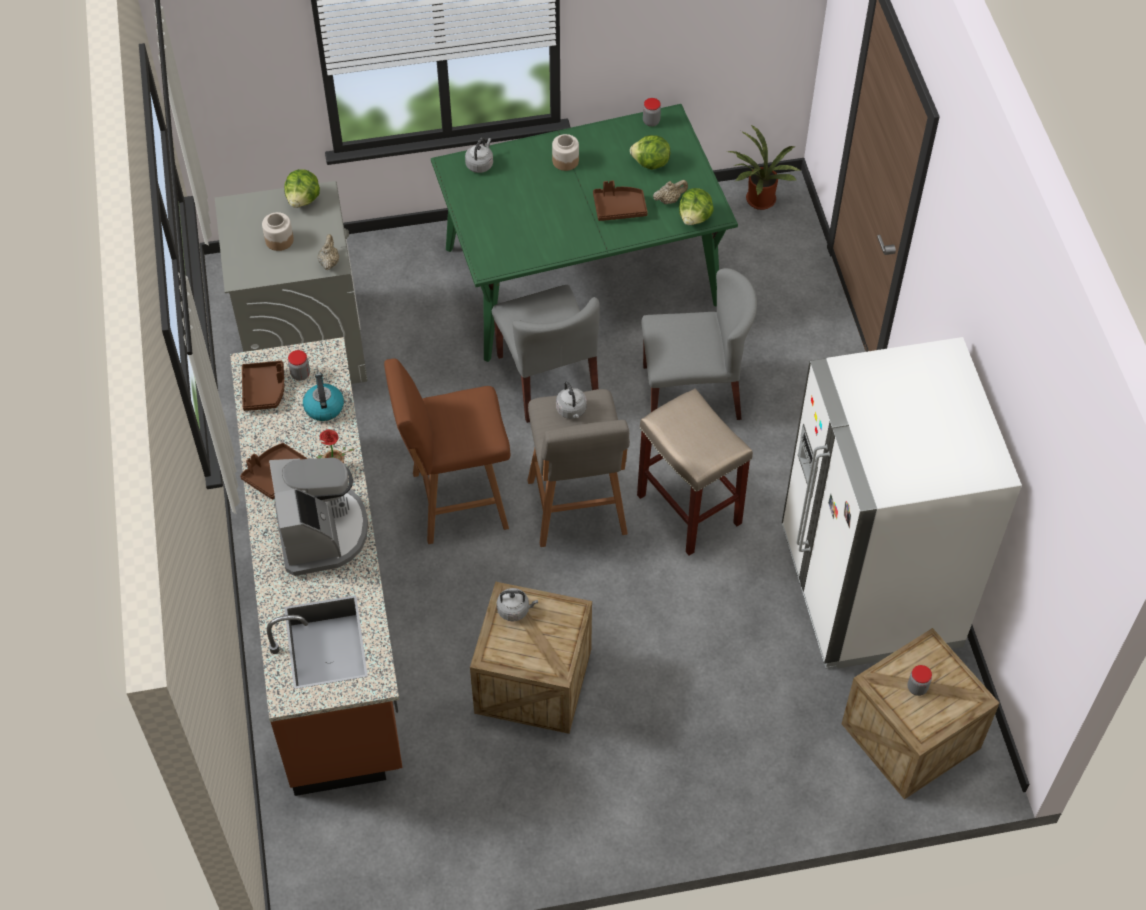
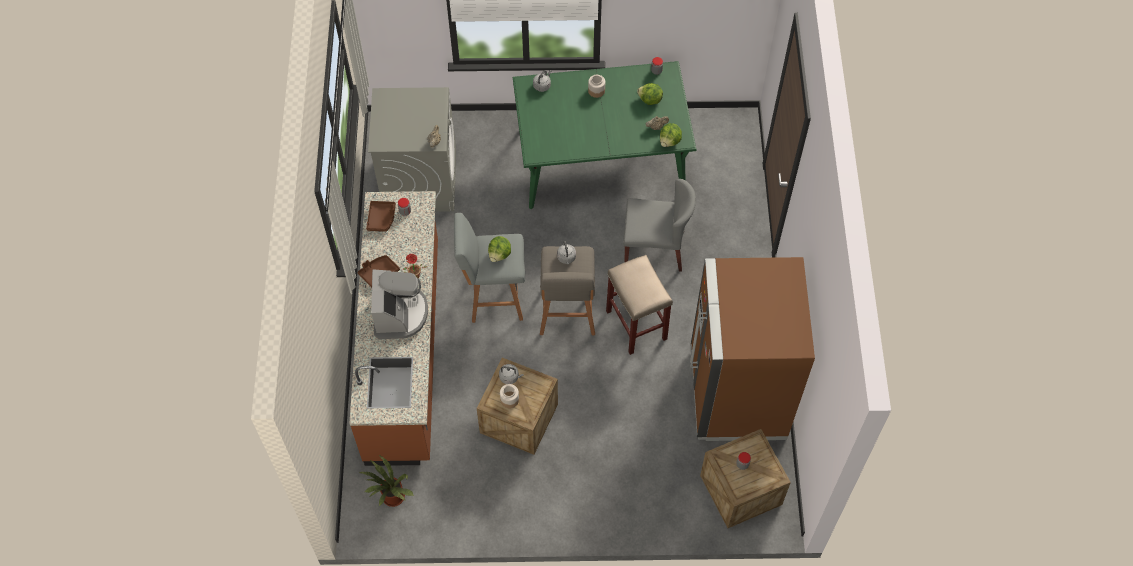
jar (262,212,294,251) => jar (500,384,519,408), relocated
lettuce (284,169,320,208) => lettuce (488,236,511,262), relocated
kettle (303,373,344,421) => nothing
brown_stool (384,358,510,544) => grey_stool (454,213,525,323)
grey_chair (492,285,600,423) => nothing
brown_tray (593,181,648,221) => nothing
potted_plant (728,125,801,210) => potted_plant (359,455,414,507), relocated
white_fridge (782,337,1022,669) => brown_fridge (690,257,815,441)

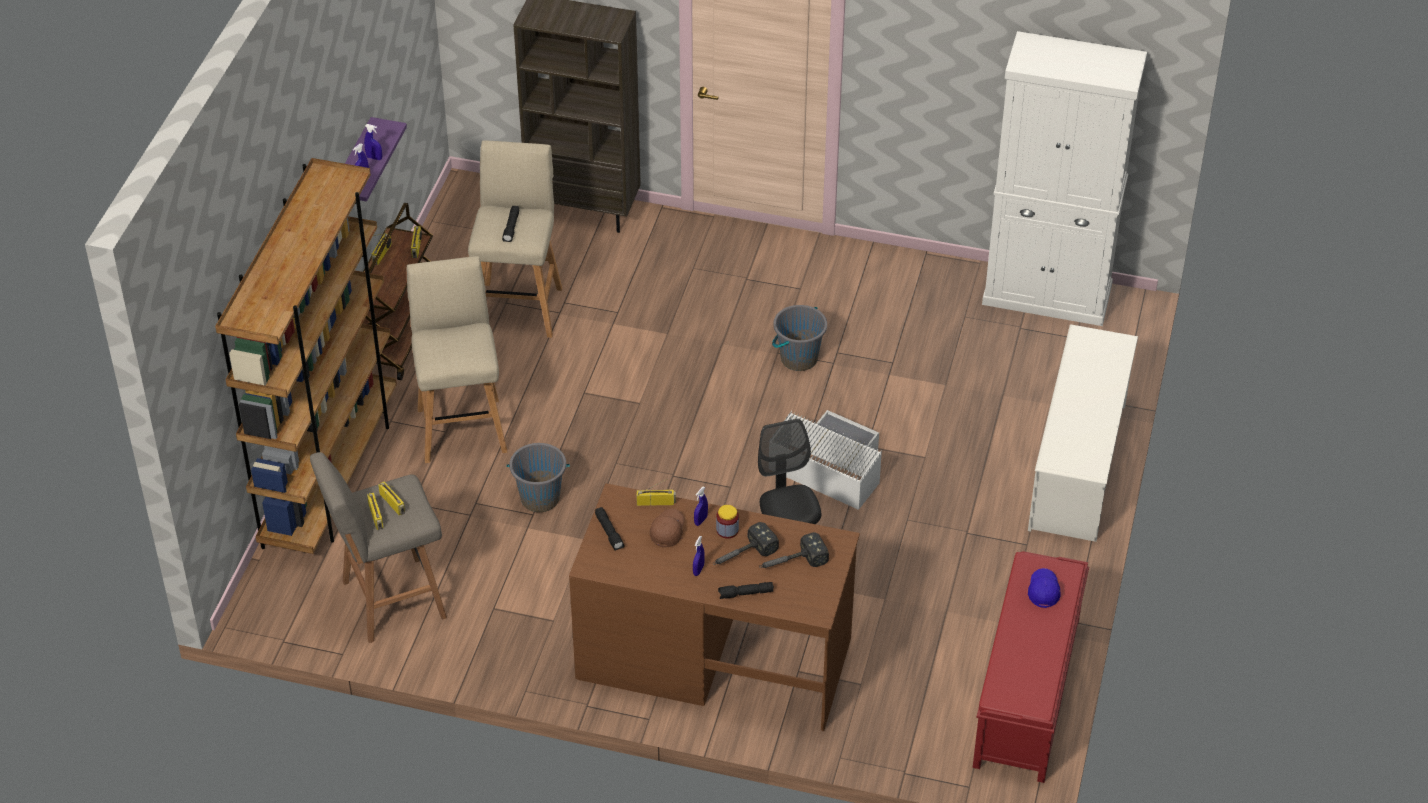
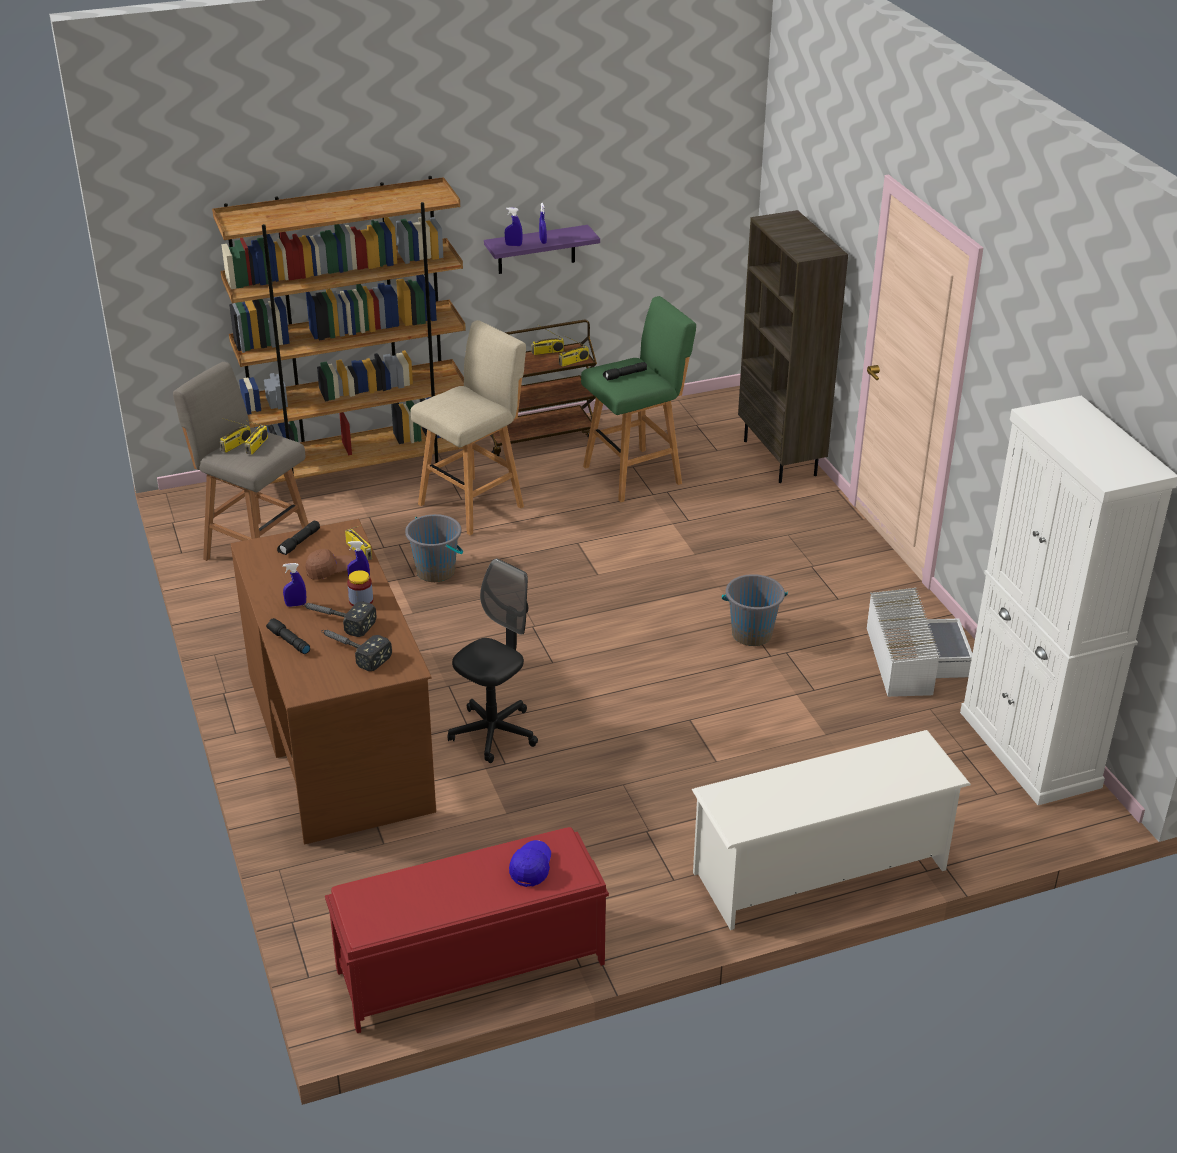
beige_stool (468,141,562,338) => green_stool (581,296,696,502)
white_storage_box (784,410,882,510) => white_storage_box (867,588,973,697), relocated
blue_cap (1028,568,1061,608) => blue_cap (509,840,551,887), 45 degrees counterclockwise

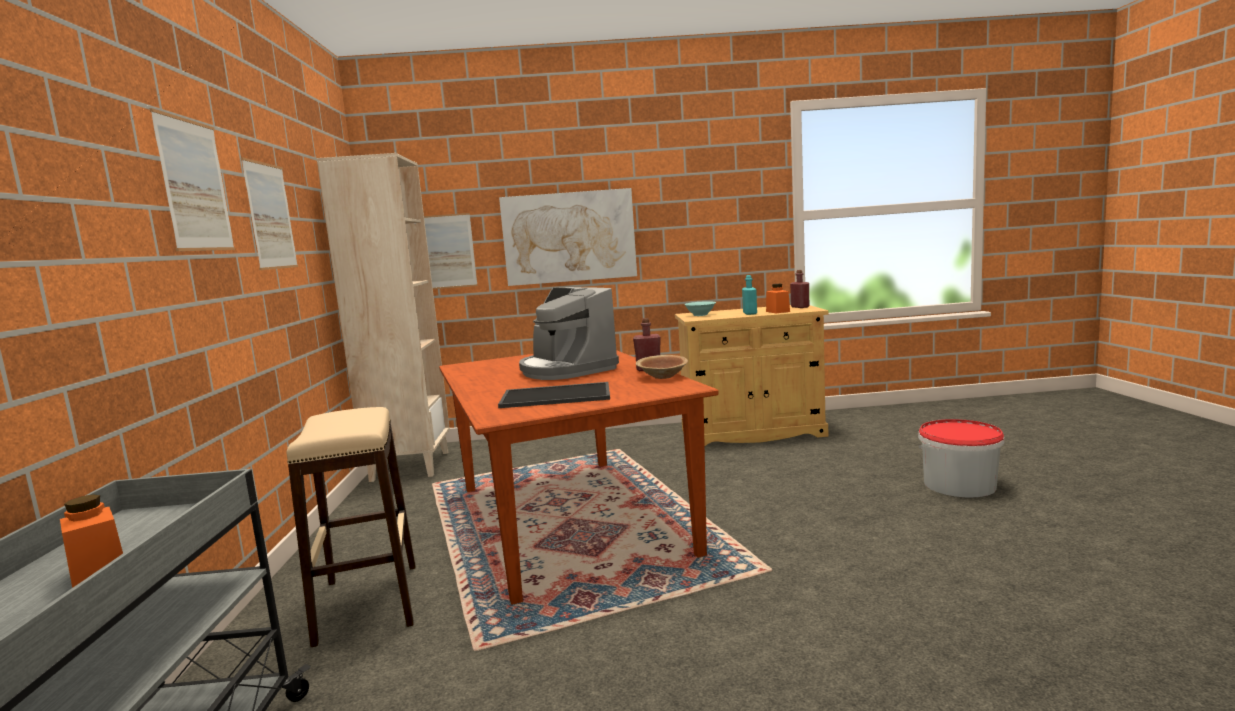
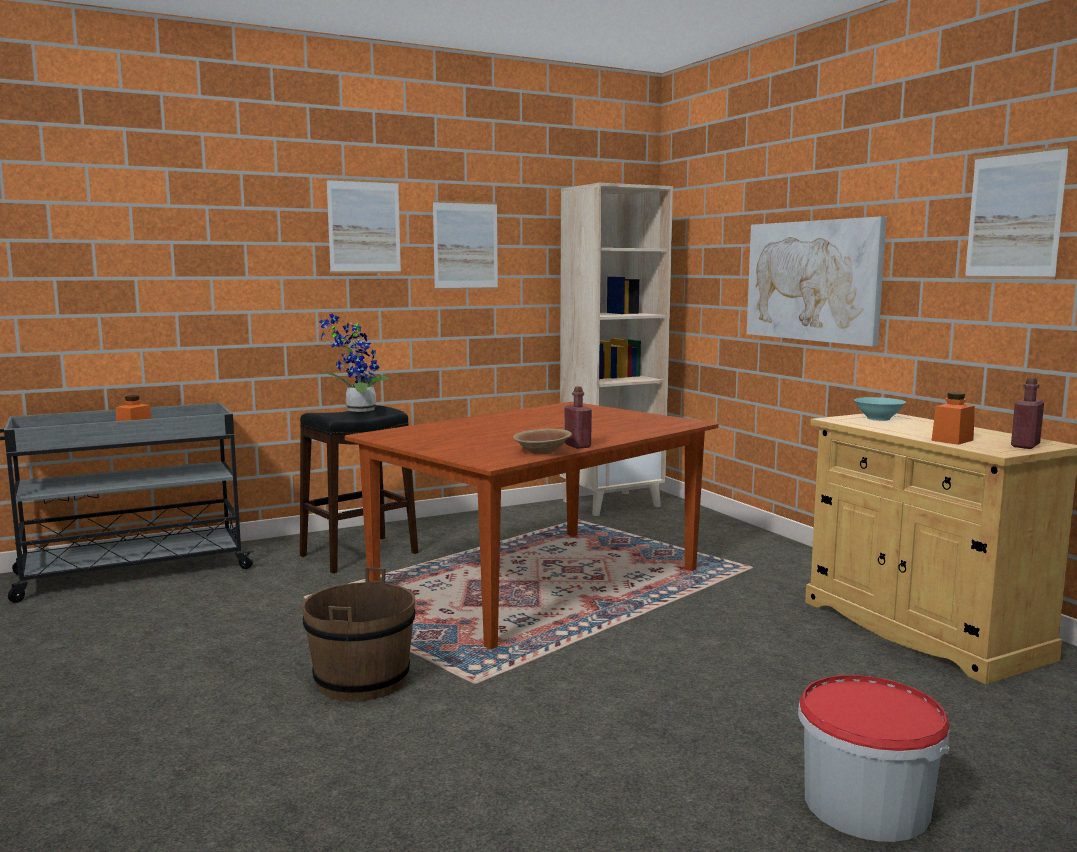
beige_stool (286,407,416,647) => black_stool (300,405,418,573)
picture (424,213,478,289) => picture (965,145,1069,279), relocated
tray (498,382,610,408) => nothing
coffee_machine (519,287,619,380) => nothing
turquoise_bottle (742,275,757,315) => nothing
nothing => brown_bucket (302,568,416,702)
nothing => potted_plant (317,313,390,412)

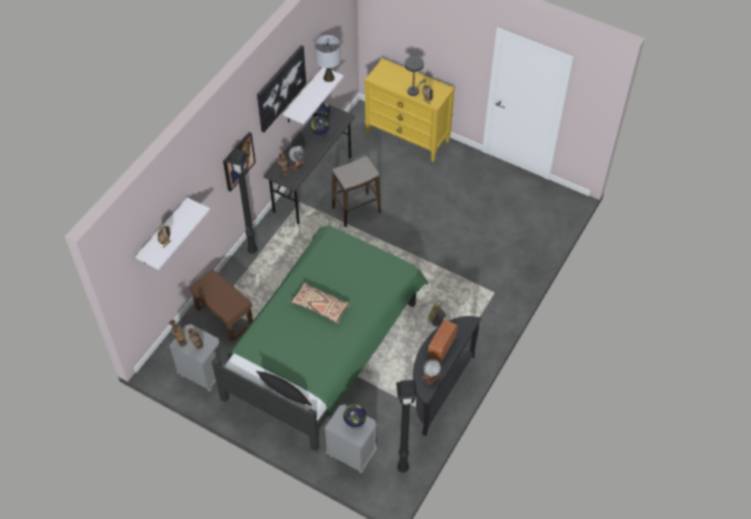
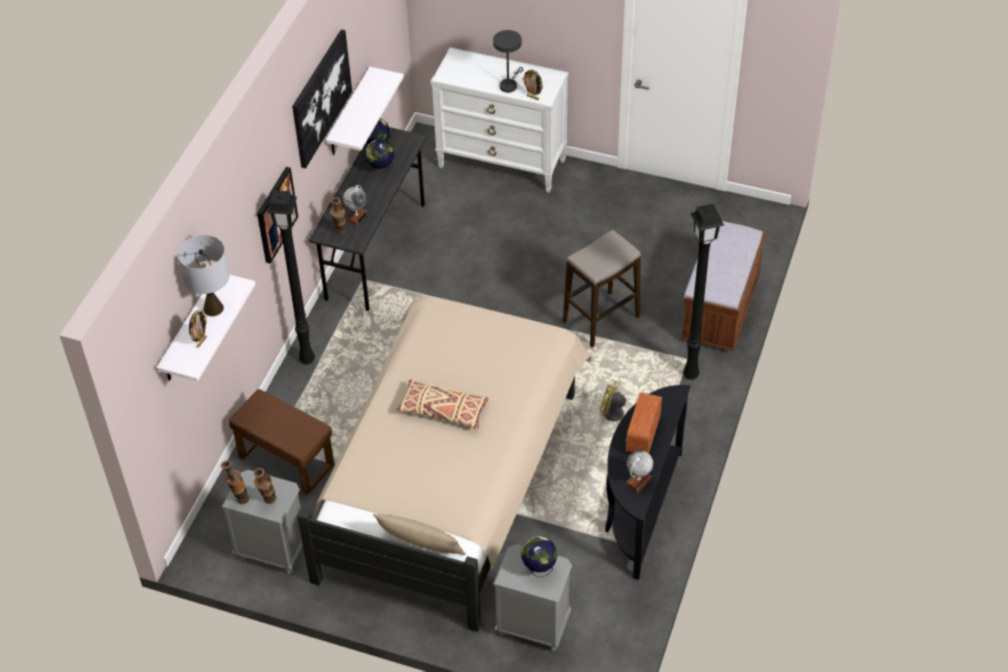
green_bed (212,226,429,451) => beige_bed (297,295,592,632)
black_pillow (256,371,312,406) => beige_pillow (373,514,466,555)
grey_table_lamp (314,35,341,82) => grey_table_lamp (177,235,230,316), relocated
stool (332,156,381,227) => stool (563,230,641,347), relocated
yellow_dresser (364,58,455,162) => white_dresser (431,47,569,193)
black_floor_lamp (396,380,417,473) => black_floor_lamp (683,204,724,380), relocated
nothing => brown_bench (680,221,766,351)

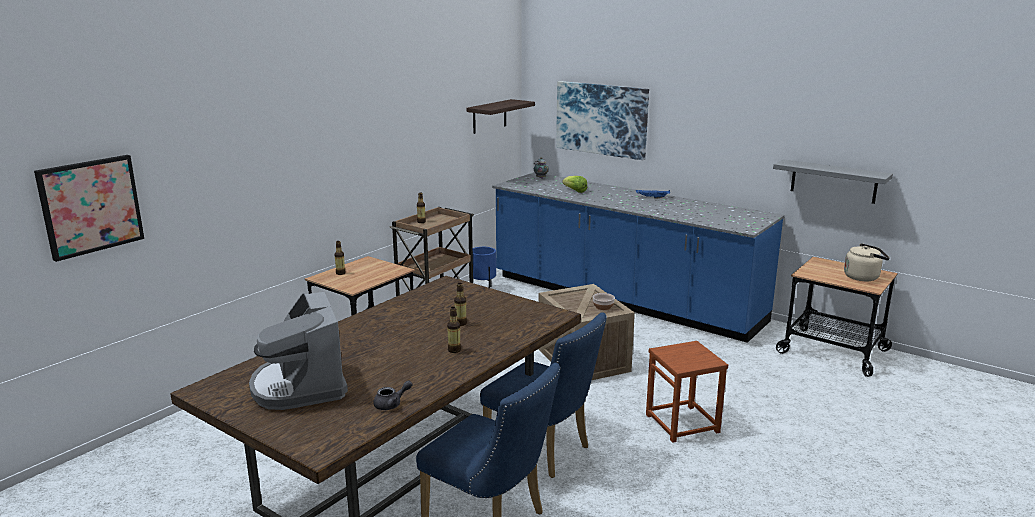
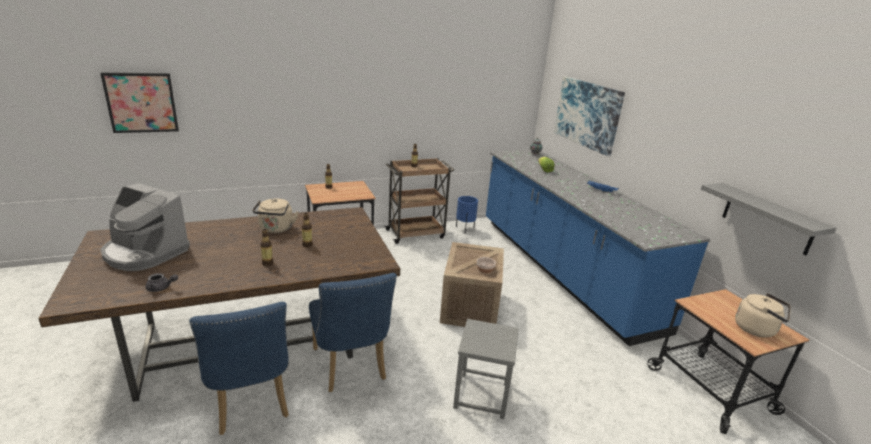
coffee_machine (249,292,348,410) => coffee_machine (101,183,190,271), 75 degrees counterclockwise
shelf (467,99,535,134) => nothing
brown_stool (646,341,728,443) => grey_stool (453,319,519,419)
nothing => beige_kettle (252,199,299,233)

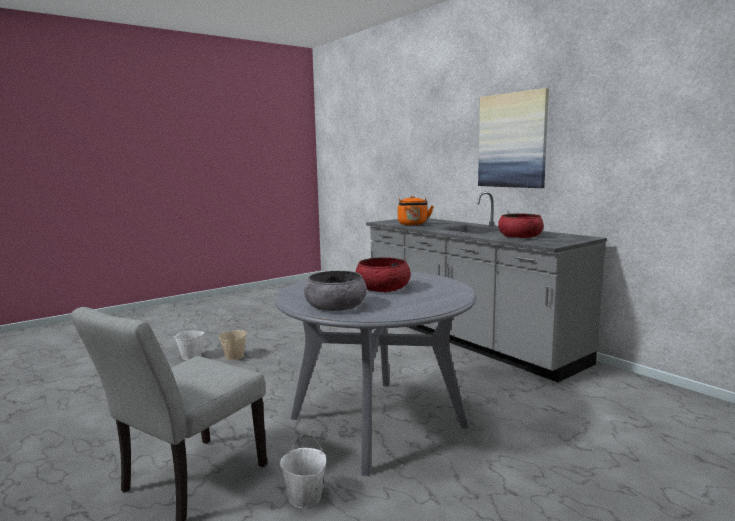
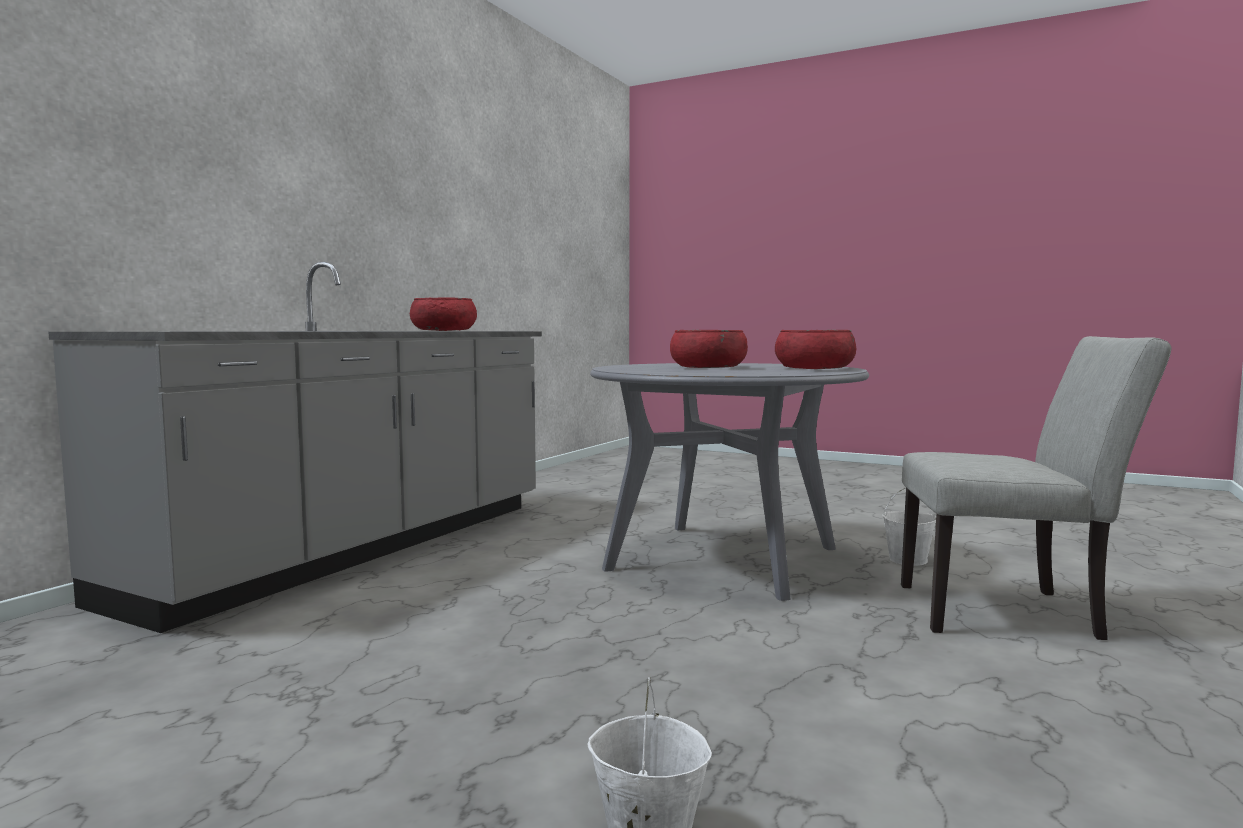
beige_bucket (219,319,246,360) => nothing
grey_bowl (304,271,367,311) => red_bowl (775,330,856,369)
orange_kettle (398,196,433,225) => nothing
picture (478,88,549,188) => nothing

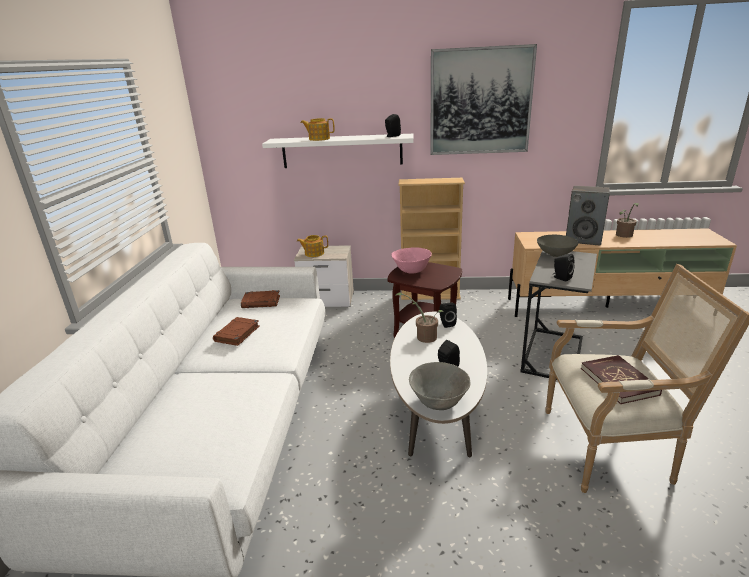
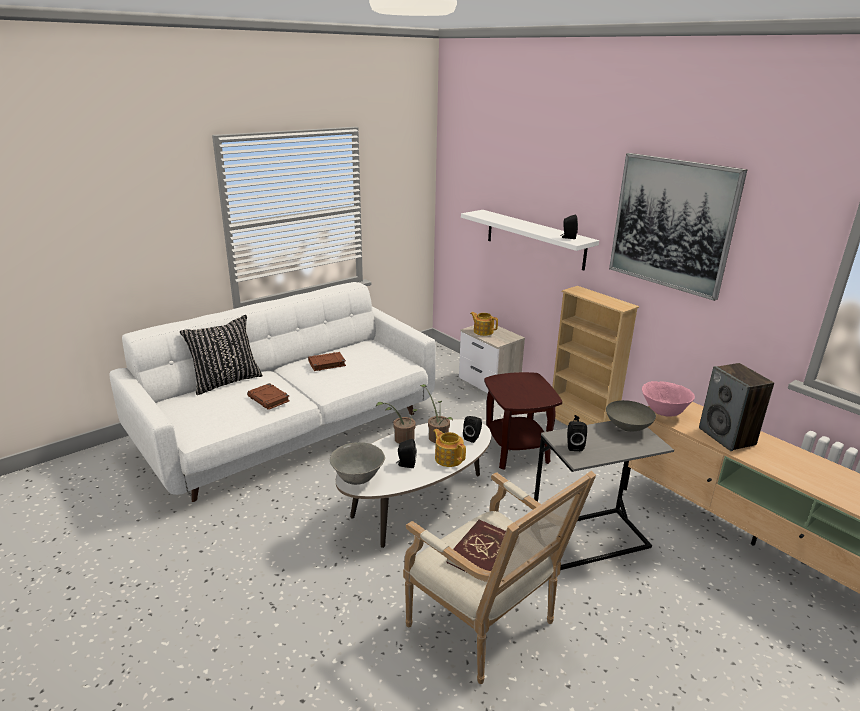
brown_book (241,290,280,308) => brown_book (247,383,290,410), relocated
teapot (301,118,335,141) => teapot (433,429,466,467), relocated
pink_bowl (391,247,432,274) => pink_bowl (642,381,695,417), relocated
potted_plant (616,203,639,238) => potted_plant (376,402,417,444), relocated
nothing => black_pillow (180,315,263,395)

